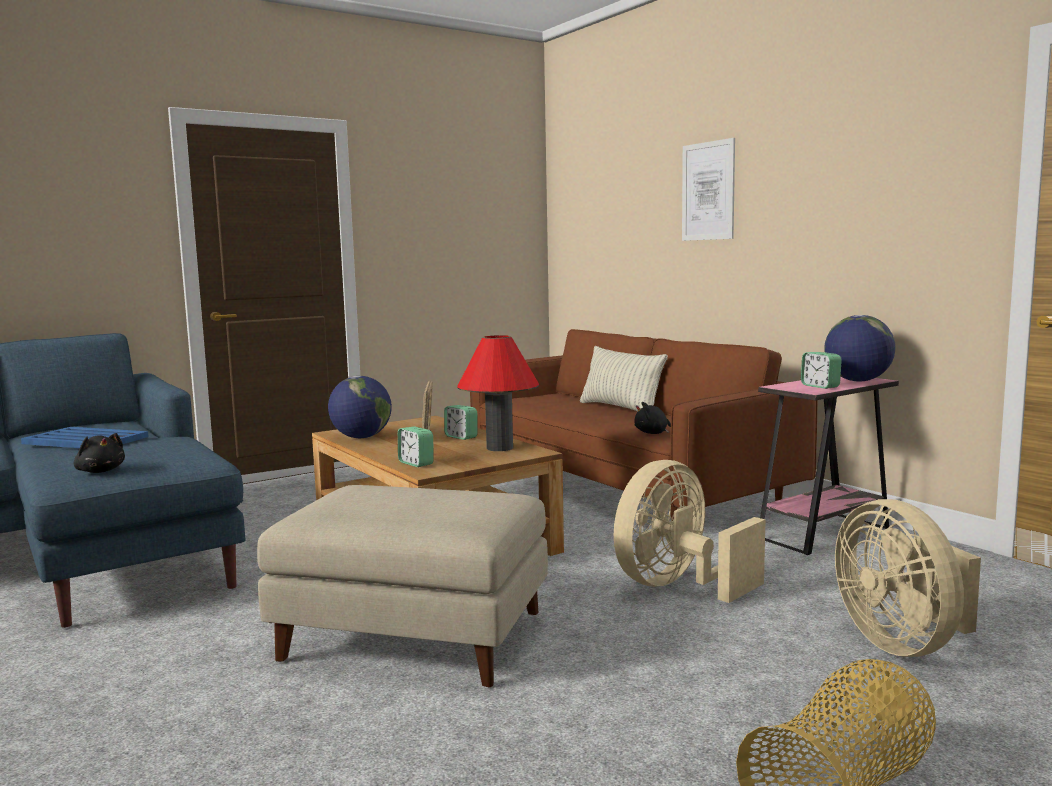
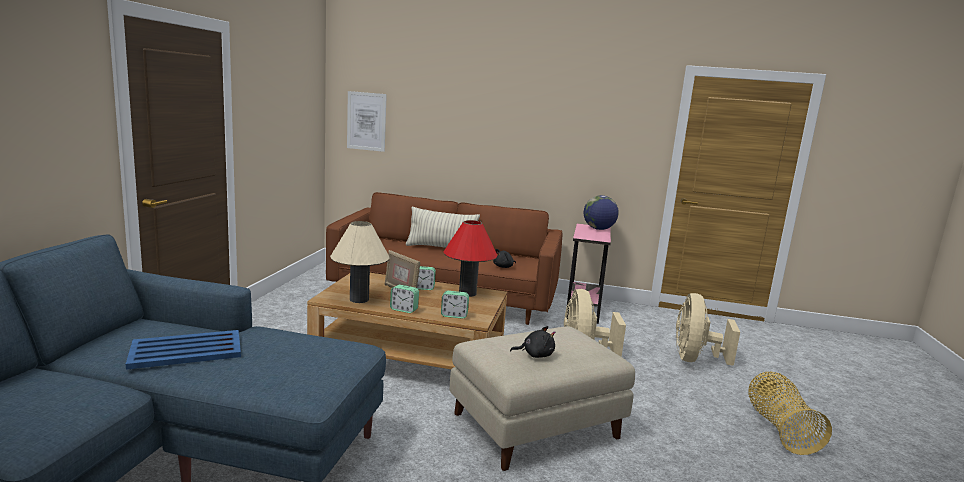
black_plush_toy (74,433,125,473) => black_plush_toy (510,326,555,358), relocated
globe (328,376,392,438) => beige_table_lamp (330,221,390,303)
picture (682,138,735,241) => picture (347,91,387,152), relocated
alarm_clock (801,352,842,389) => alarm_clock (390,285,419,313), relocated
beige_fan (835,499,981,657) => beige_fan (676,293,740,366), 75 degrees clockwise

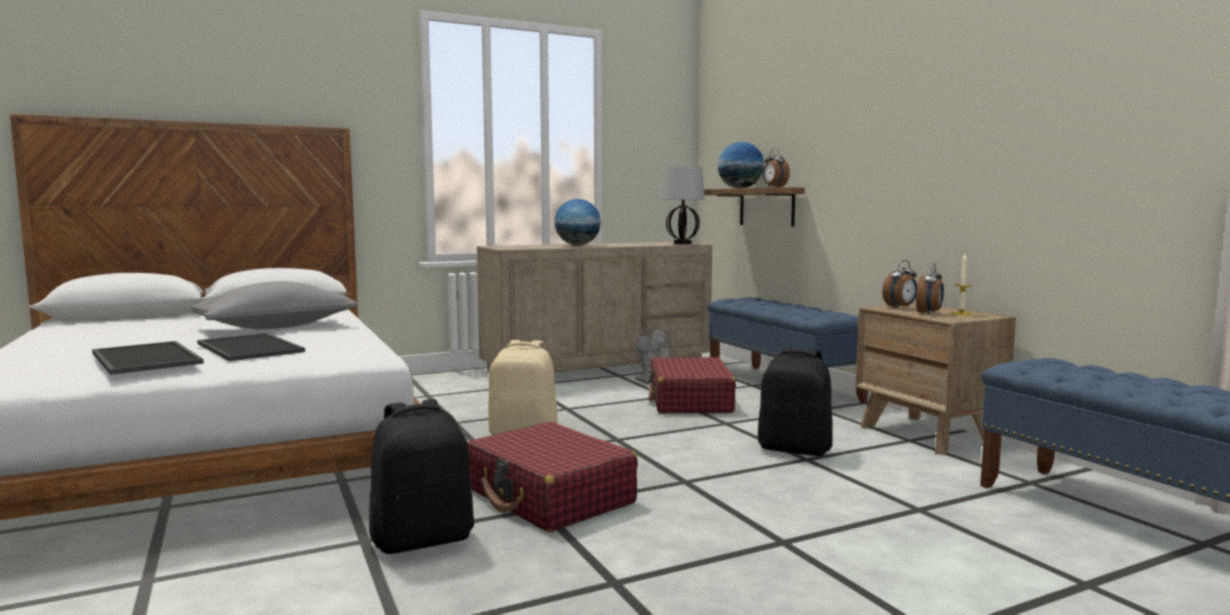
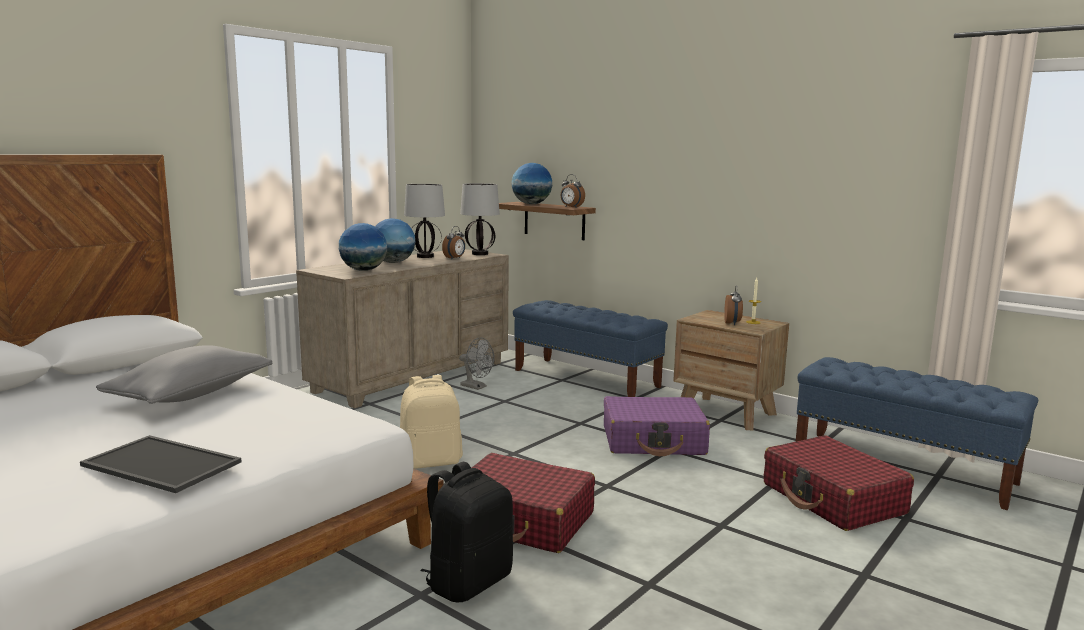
tray (197,333,305,361) => nothing
red_suitcase (648,357,736,414) => red_suitcase (764,435,914,531), relocated
black_backpack (758,347,833,456) => purple_suitcase (604,396,710,456)
alarm_clock (882,260,917,309) => alarm_clock (442,226,465,260), relocated
nothing => globe (339,223,387,271)
nothing => table_lamp (404,184,445,258)

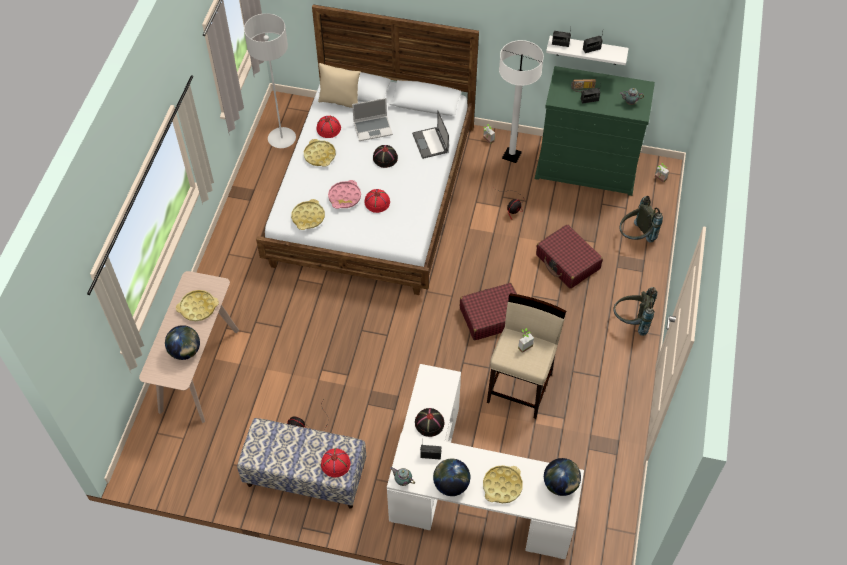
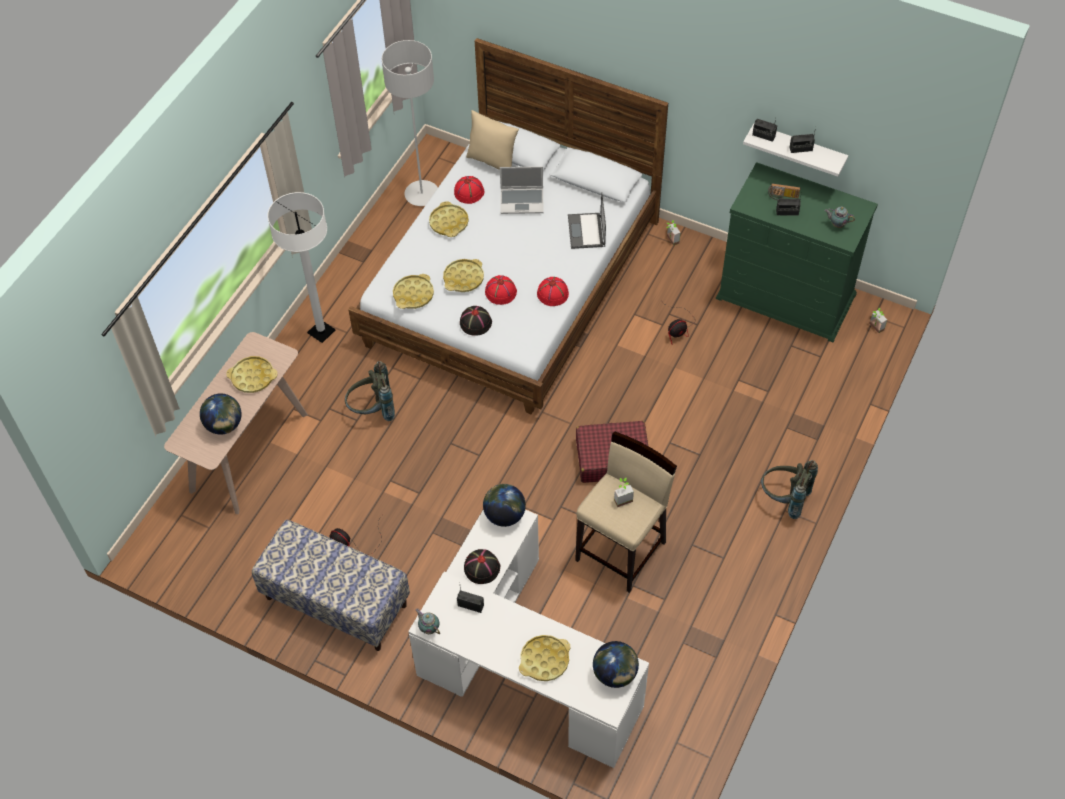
red_hat (321,448,350,478) => red_hat (537,277,569,306), relocated
pink_tray (328,180,361,209) => yellow_tray (443,259,484,292)
black_hat (373,145,398,168) => black_hat (460,306,492,336), relocated
globe (433,458,471,496) => globe (483,484,526,527), relocated
white_floor_lamp (499,40,544,163) => white_floor_lamp (267,192,335,343), relocated
red_suitcase (536,224,603,289) => nothing
grey_backpack (620,196,663,243) => grey_backpack (345,361,395,421), relocated

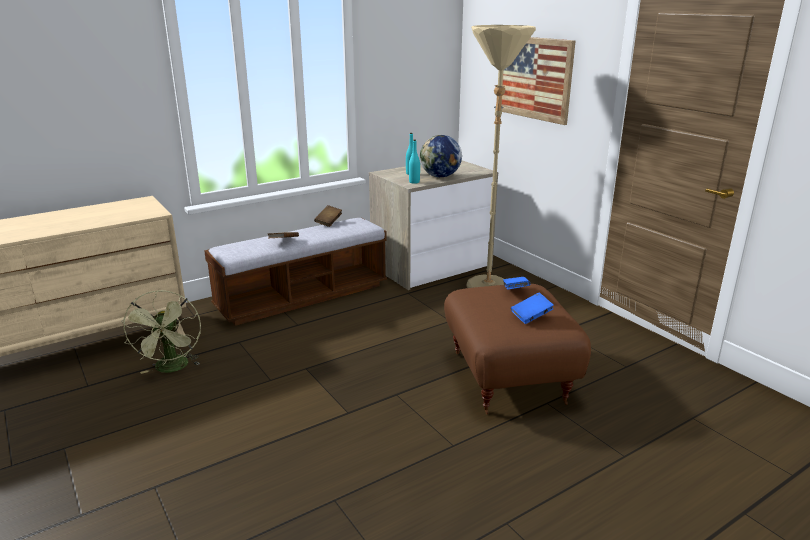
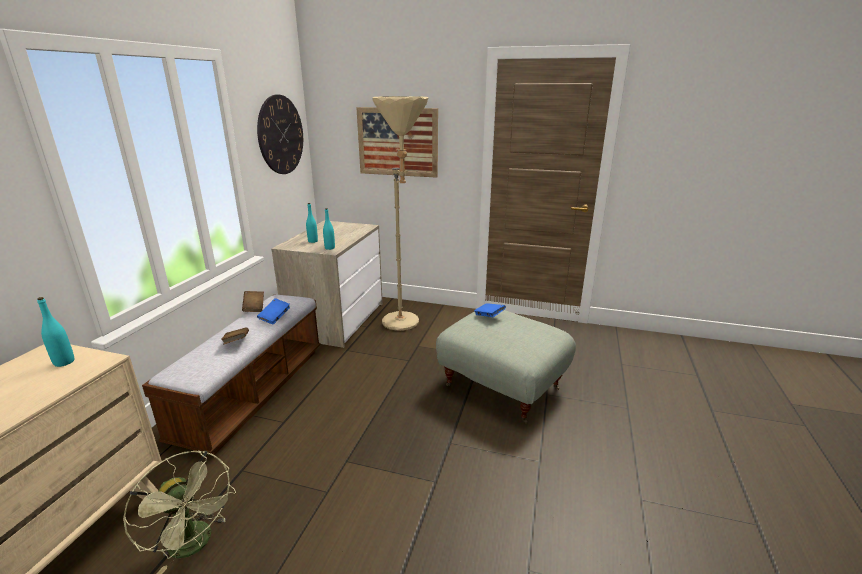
globe (420,135,462,177) => nothing
brown_ottoman (444,284,591,414) => grey_ottoman (436,310,576,424)
blue_book (511,293,554,324) => blue_book (257,298,290,324), relocated
nothing => turquoise_bottle (37,297,74,367)
nothing => wall_clock (257,95,303,174)

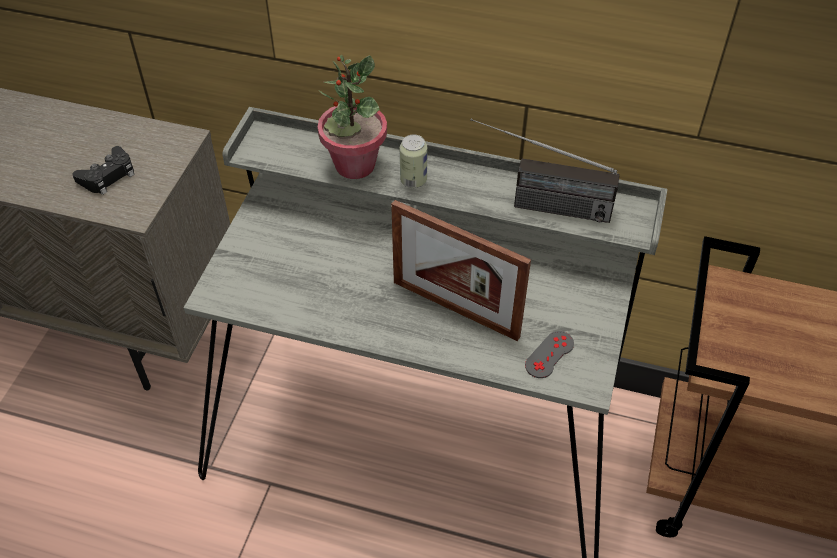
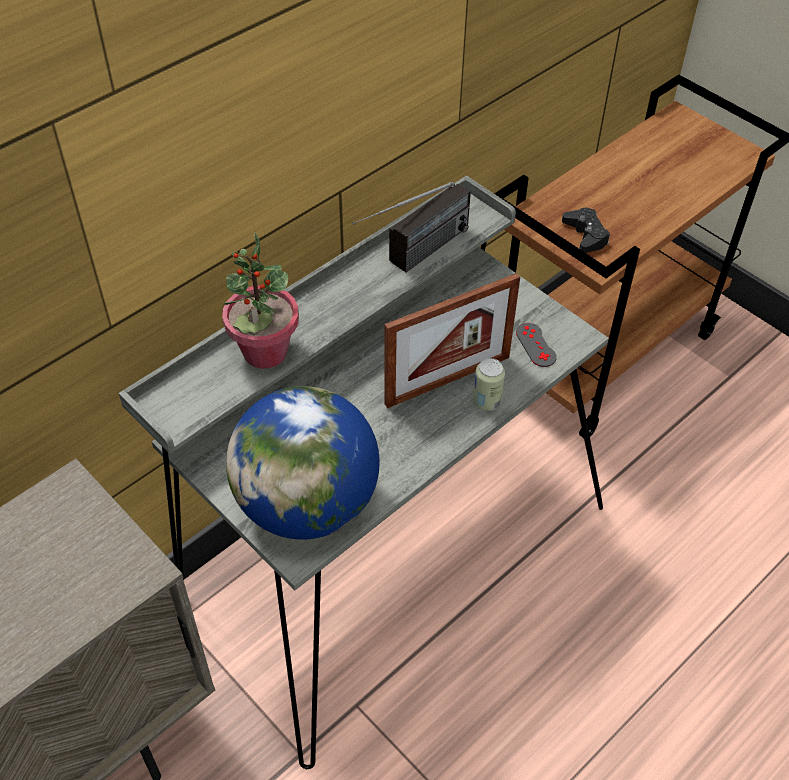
black_game_controller (72,146,134,195) => black_game_controller (562,208,610,253), relocated
can (400,134,428,188) => can (473,358,505,411), relocated
nothing => globe (226,386,380,540)

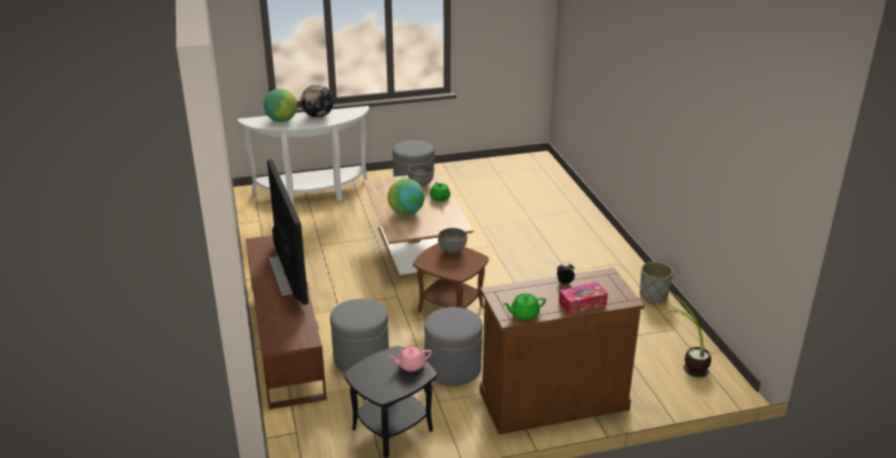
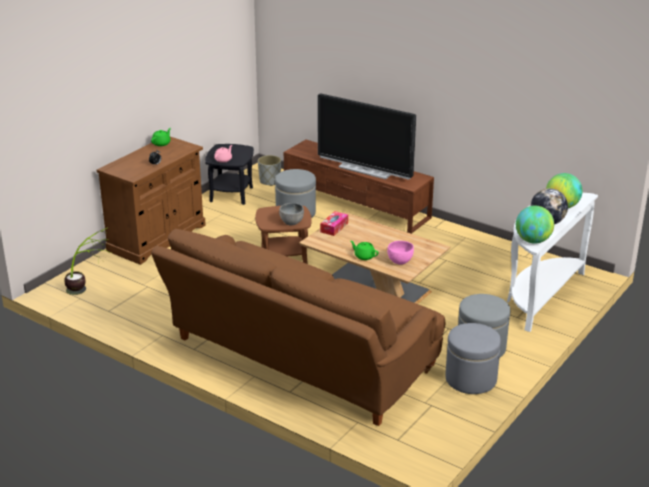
globe (388,178,425,215) => globe (516,206,554,244), relocated
grey_bowl (408,164,434,187) => pink_bowl (387,241,414,265)
grey_ottoman (424,307,483,386) => grey_ottoman (445,323,501,394), relocated
tissue_box (559,282,608,314) => tissue_box (320,211,348,236), relocated
grey_planter (640,262,673,303) => grey_planter (258,155,281,186), relocated
nothing => brown_sofa (151,229,445,426)

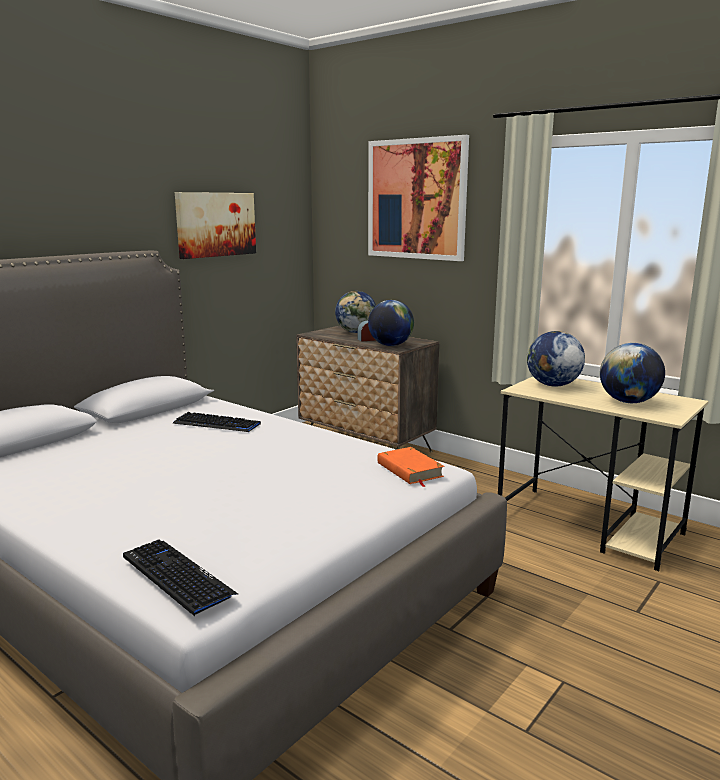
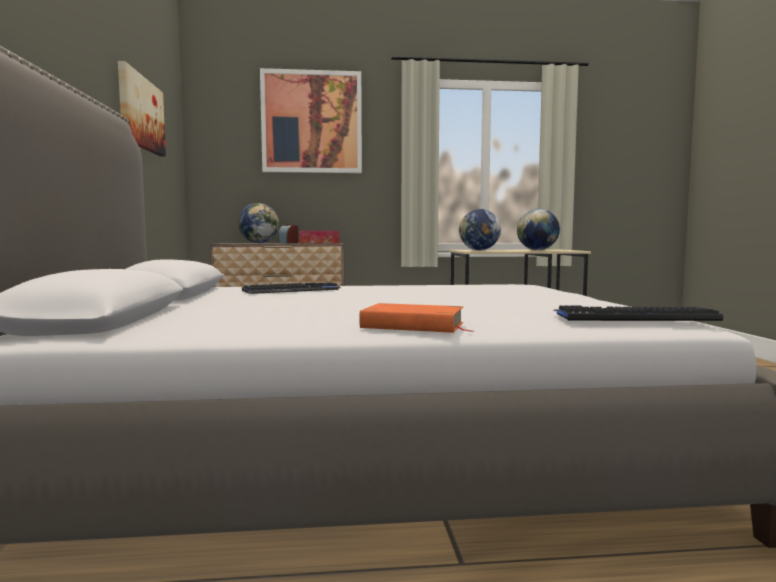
globe (368,300,414,346) => tissue_box (300,231,339,243)
orange_book (377,447,444,487) => orange_book (359,303,473,333), relocated

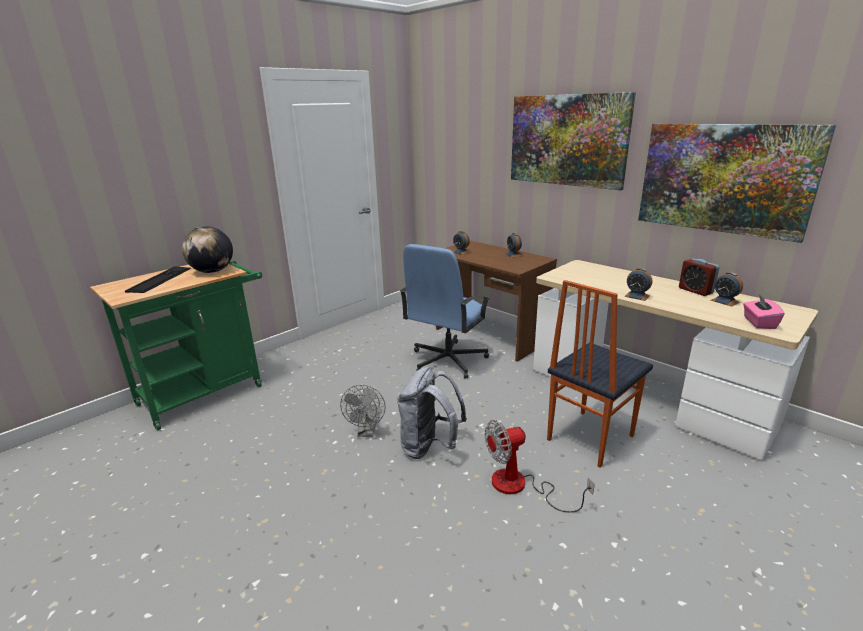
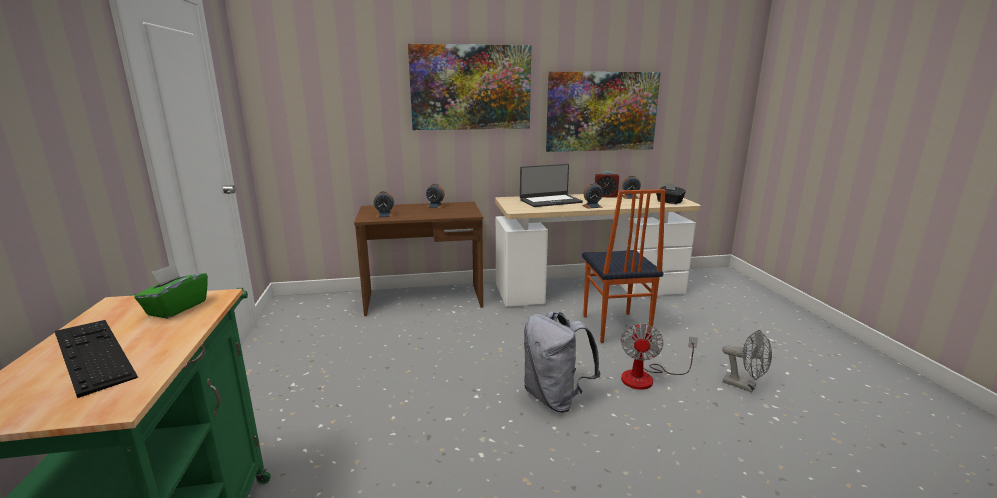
globe (182,226,233,273) => green_tissue_box (134,264,208,319)
grey_fan (340,385,386,437) => grey_fan (722,330,772,392), relocated
blue_office_chair (400,244,490,378) => nothing
pink_tissue_box (743,294,785,329) => black_tissue_box (656,183,686,204)
nothing => laptop (520,164,583,207)

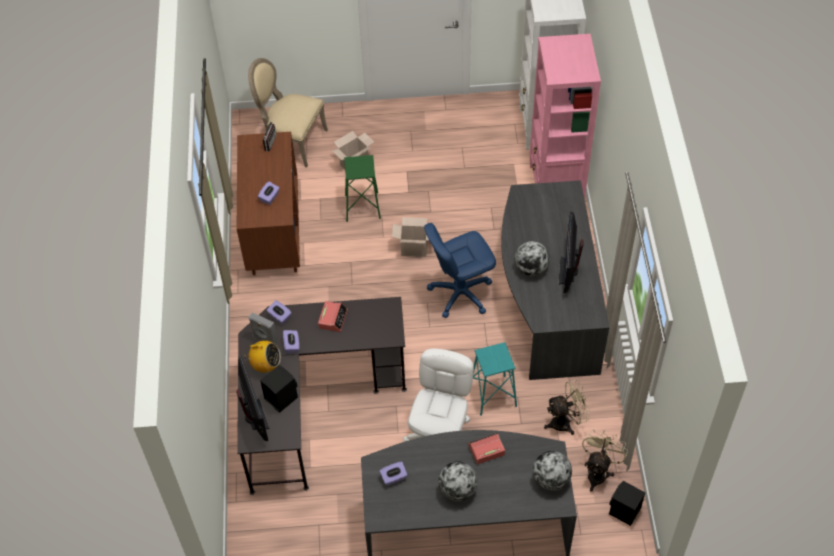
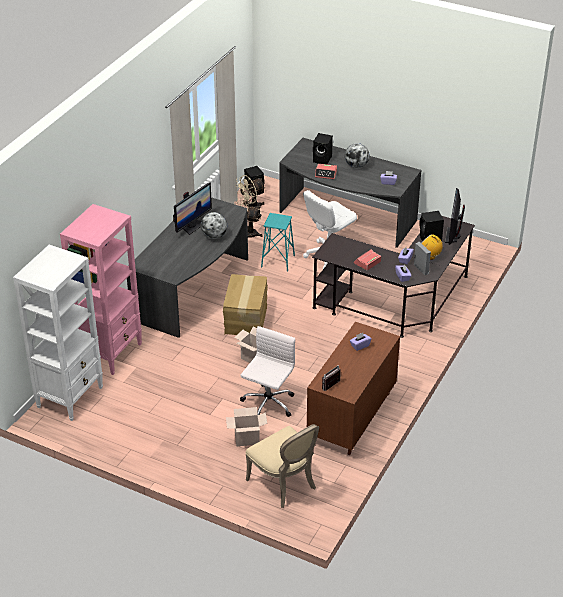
green_stool (344,155,381,222) => white_office_chair (240,326,295,417)
blue_office_chair (424,223,496,318) => cardboard_box (223,274,268,335)
globe (533,451,572,491) => nothing
nothing => black_speaker (313,133,333,164)

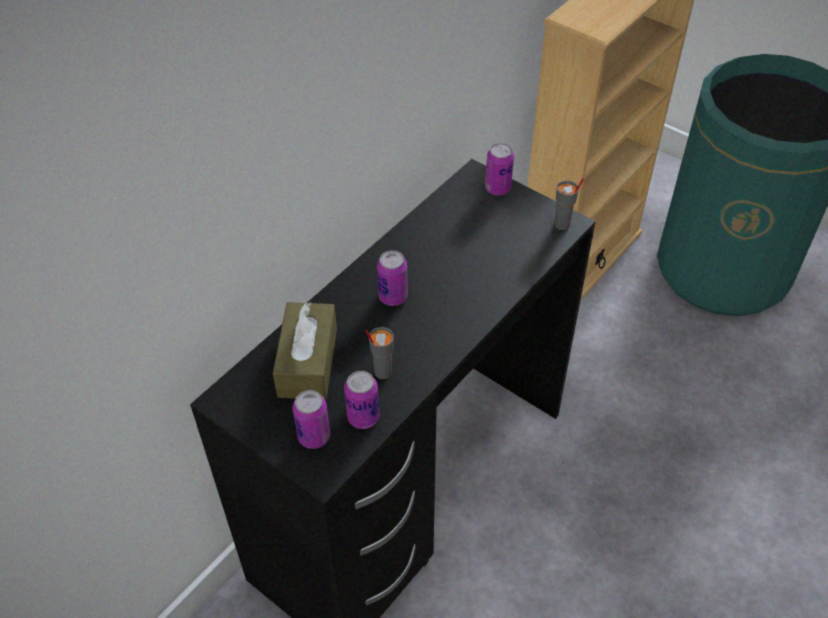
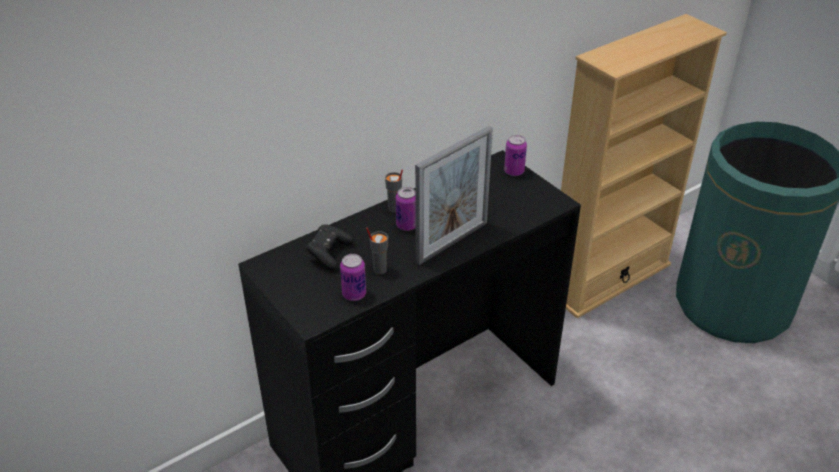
brown_tissue_box (273,301,337,400) => black_game_controller (306,224,354,271)
can (293,390,330,449) => nothing
grey_cup (554,178,584,230) => grey_cup (385,169,403,213), relocated
nothing => picture_frame (415,126,493,265)

